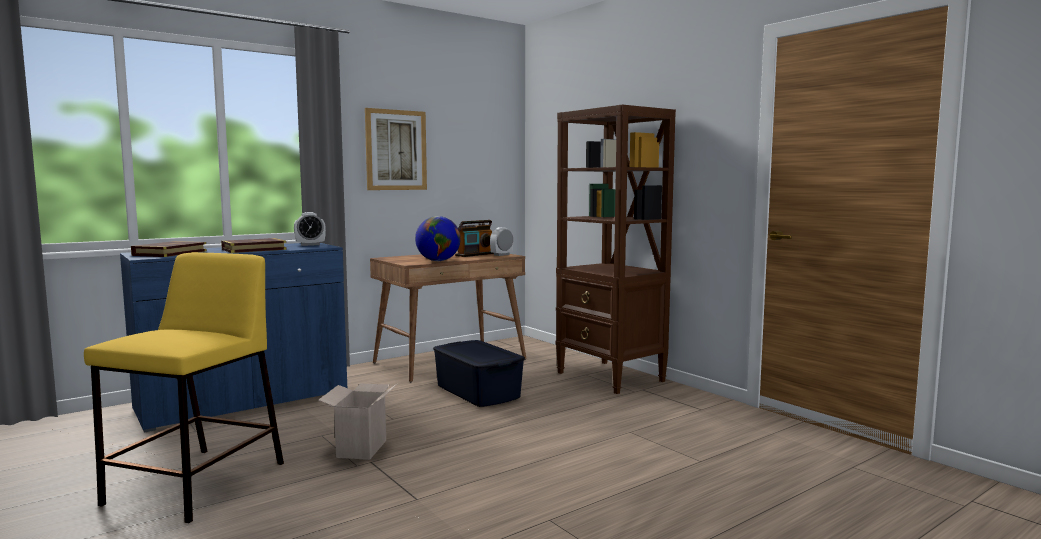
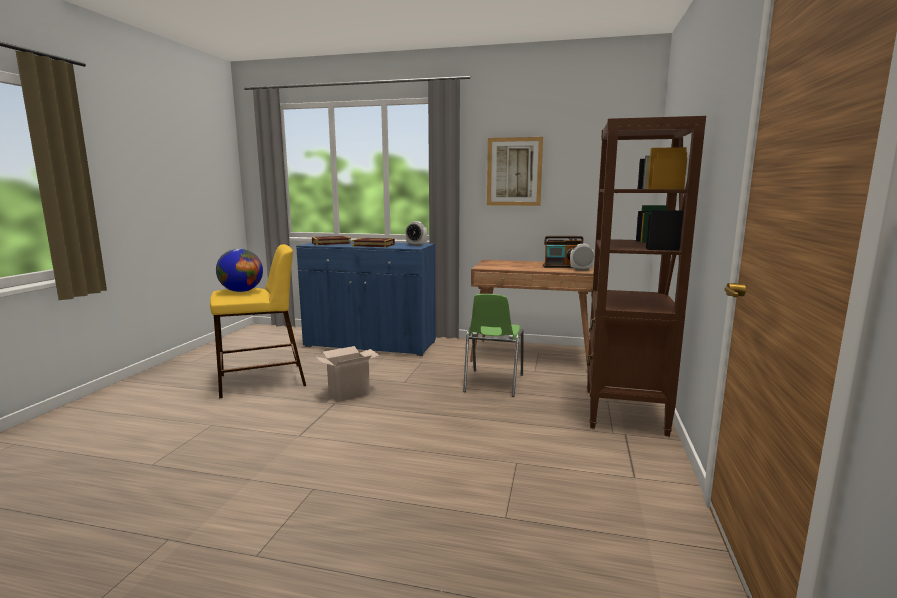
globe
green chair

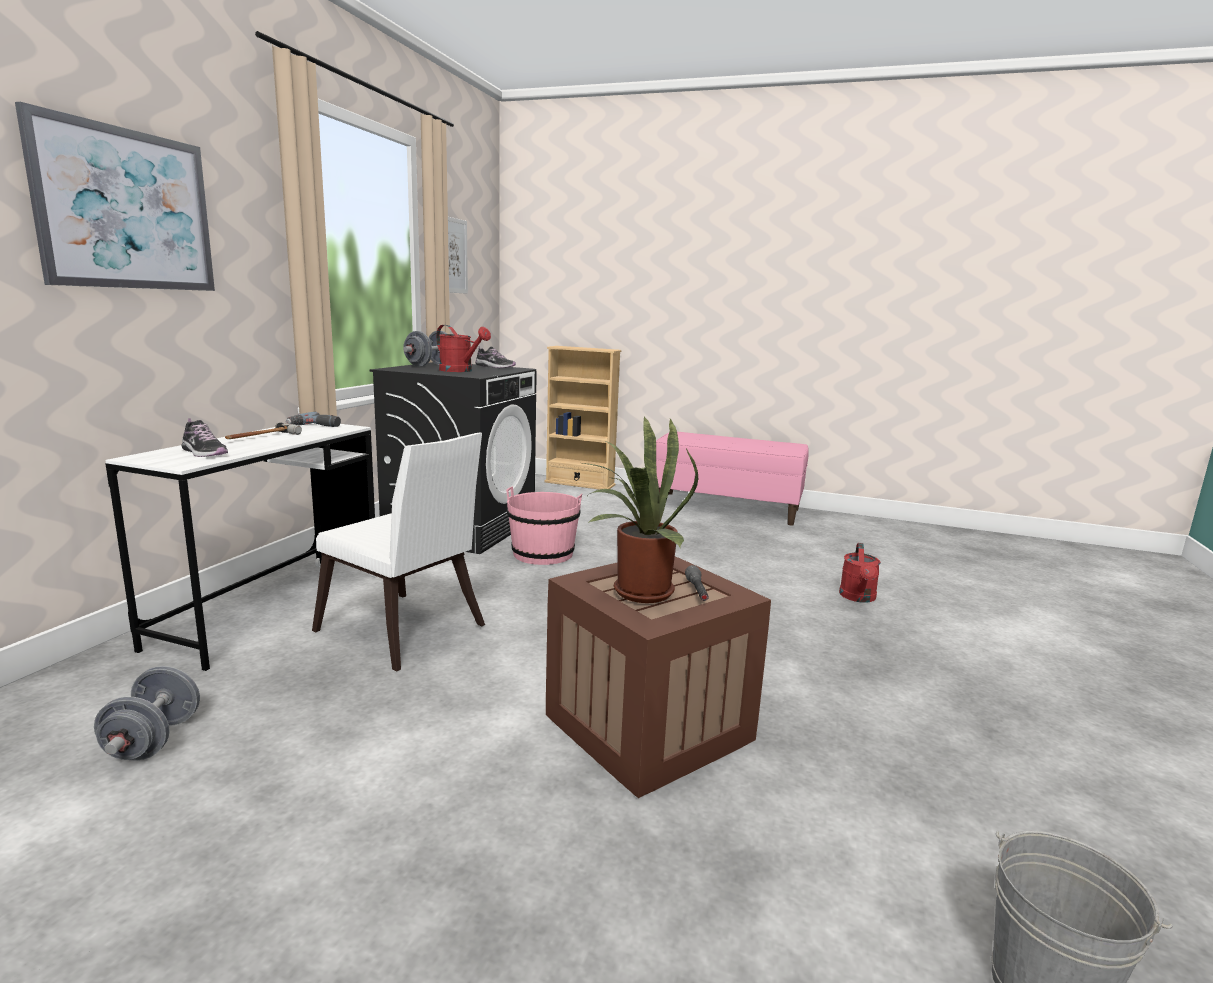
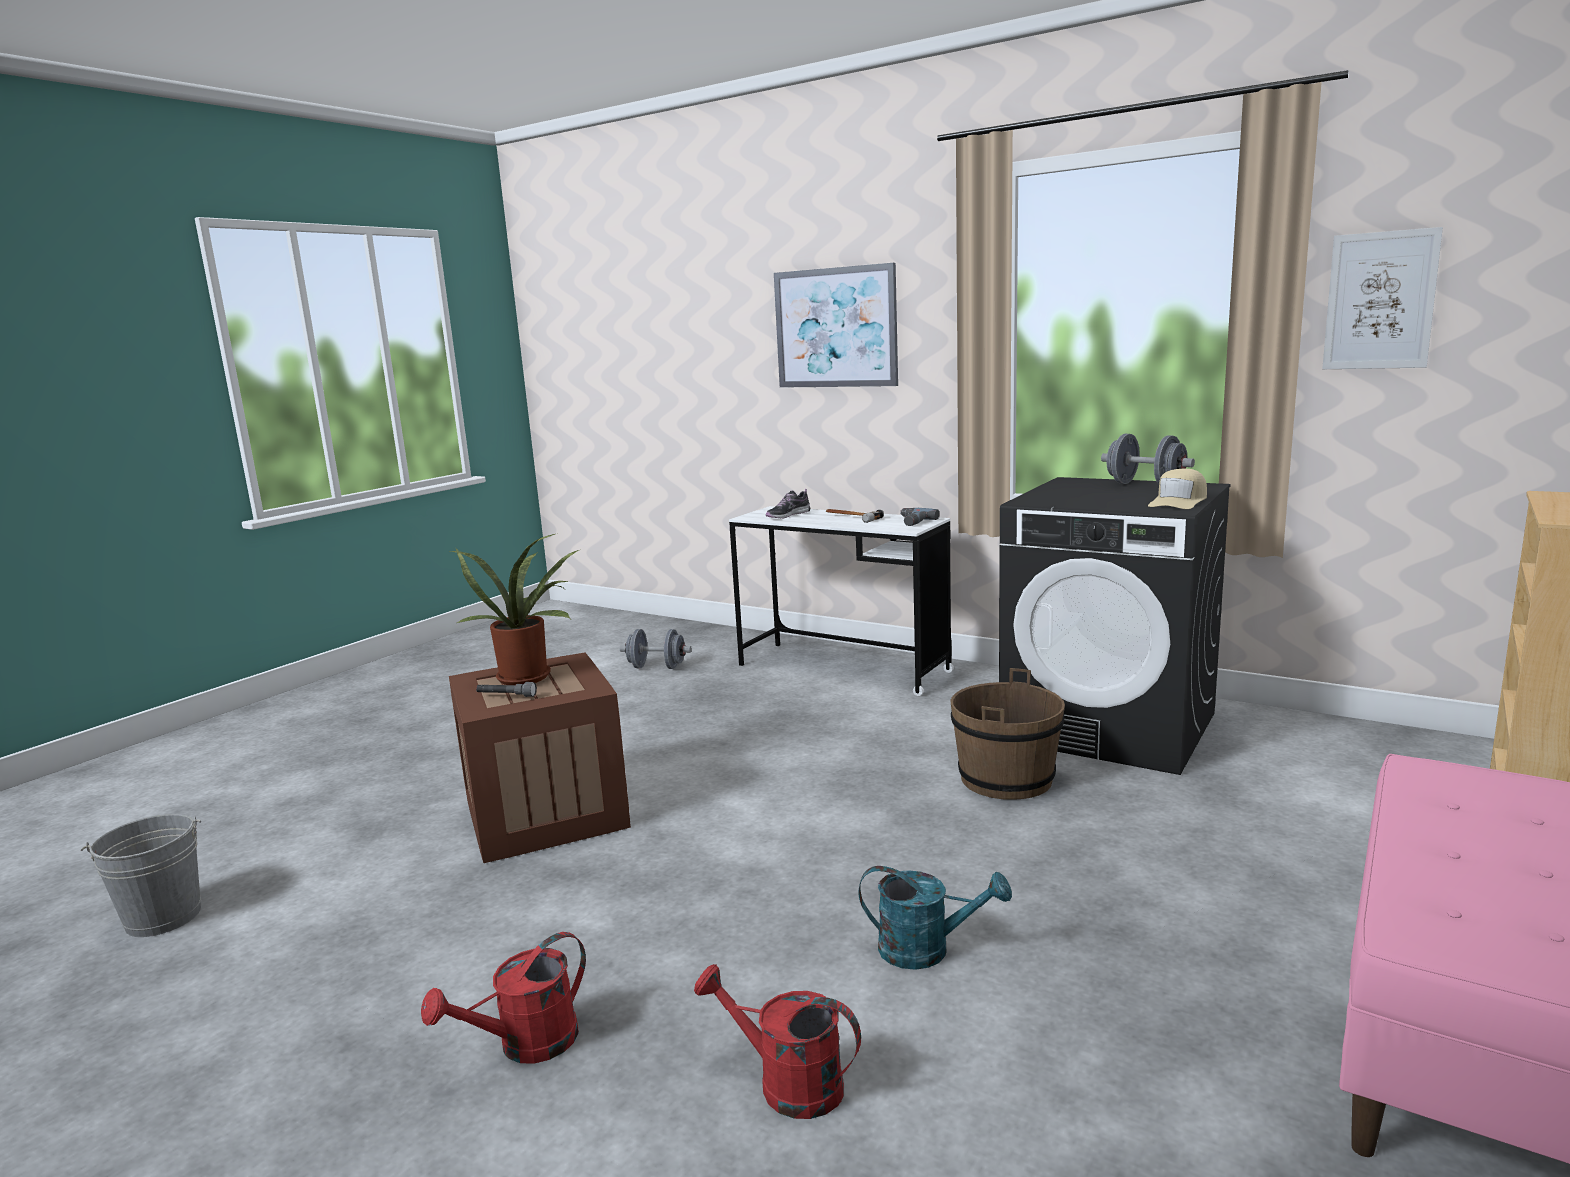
white chair
turquoise watering can
red watering can (1st from left)
beige cap
brown bucket

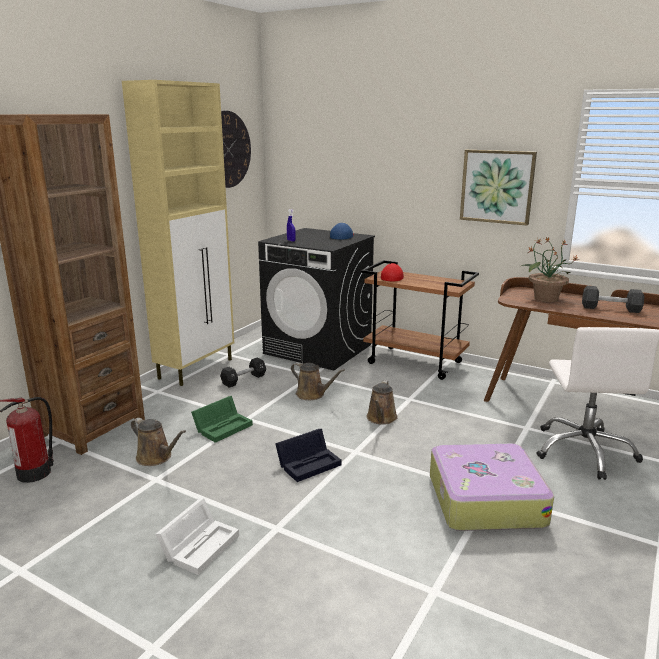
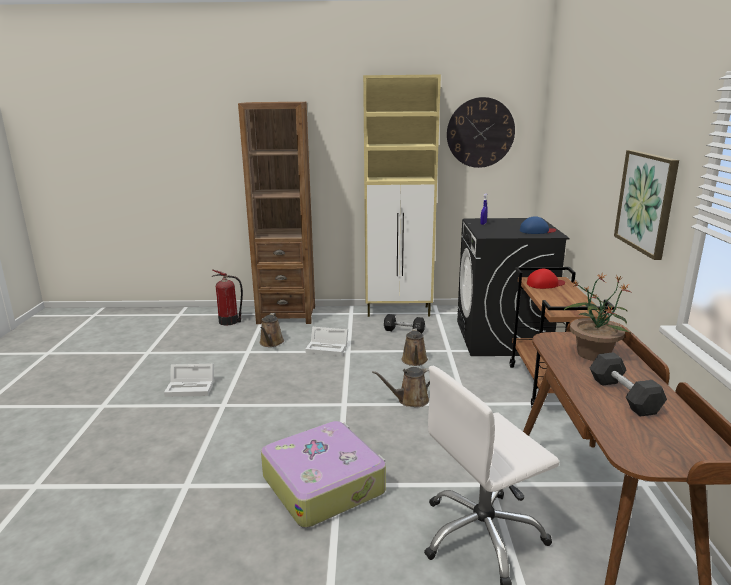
black storage box
white storage box (2nd from left)

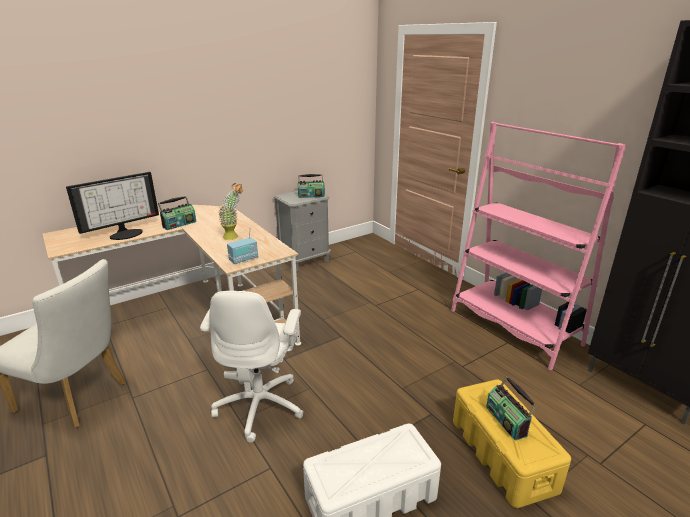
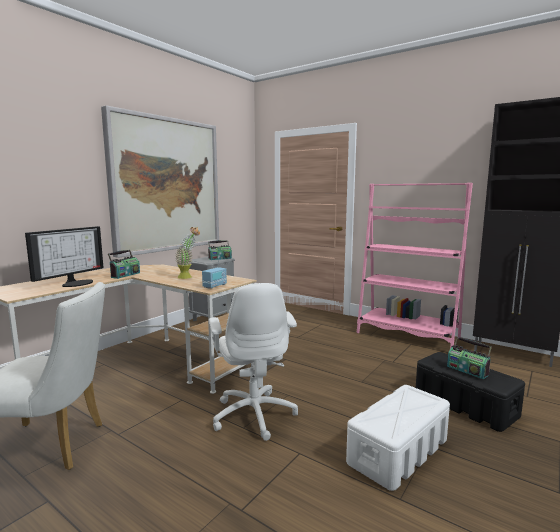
picture
black storage box

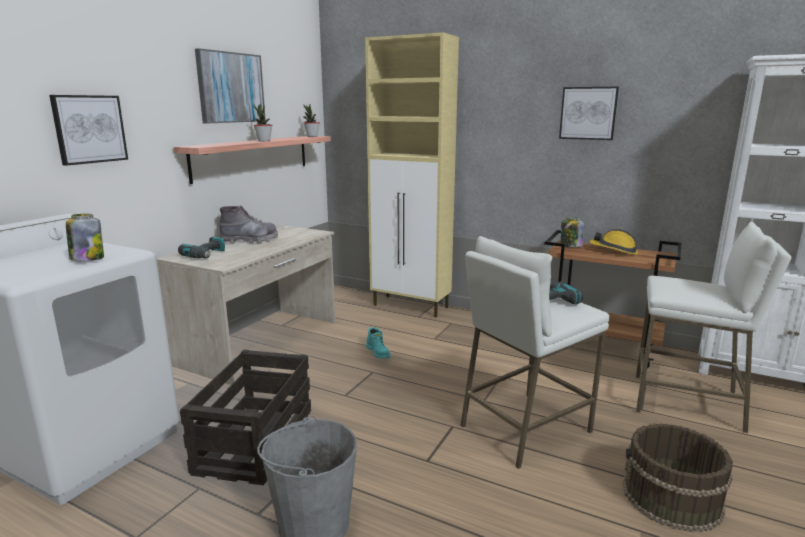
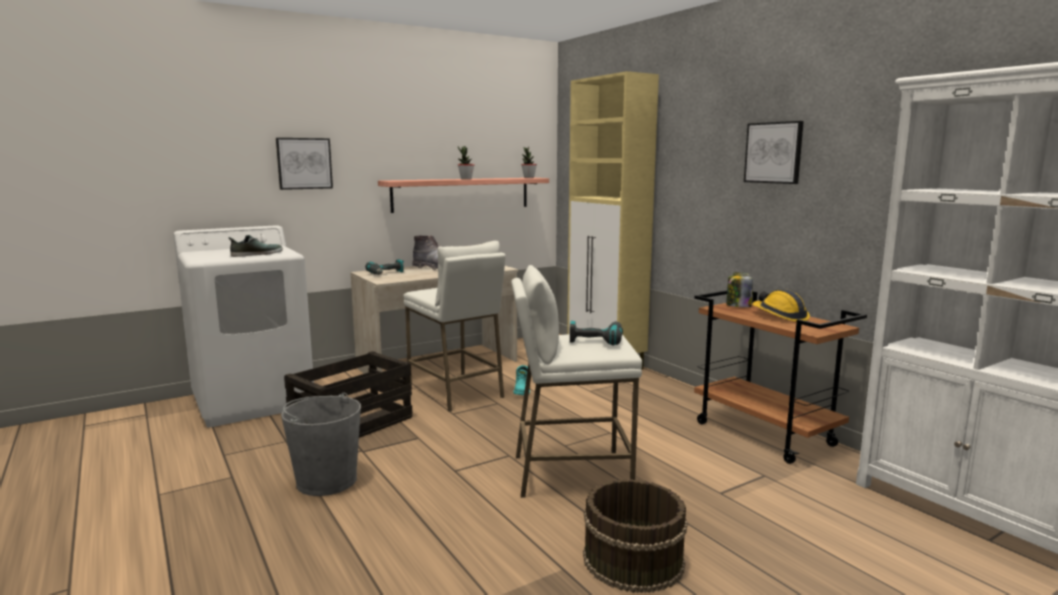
picture (2nd from left in the first image)
white stool (1st from left)
shoe

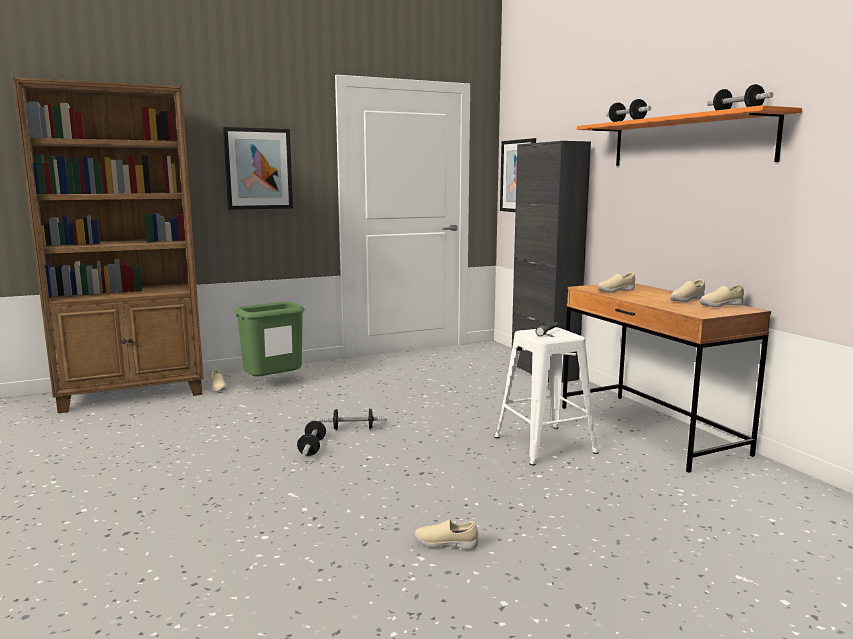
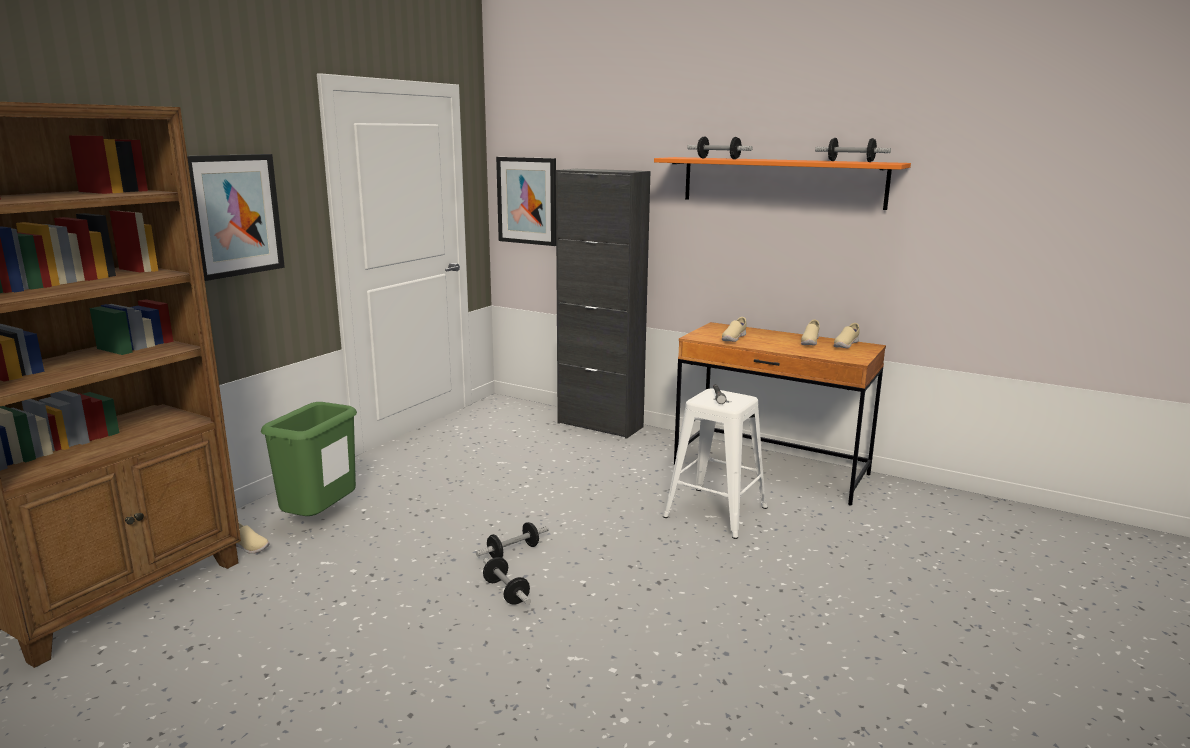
beige shoe (2nd from left in the first image)

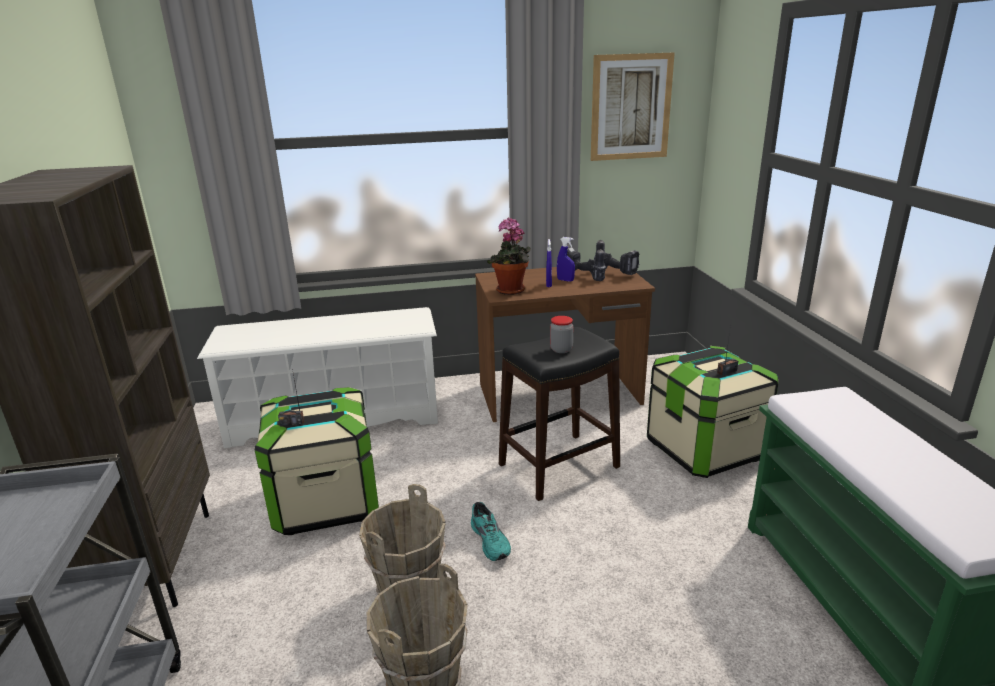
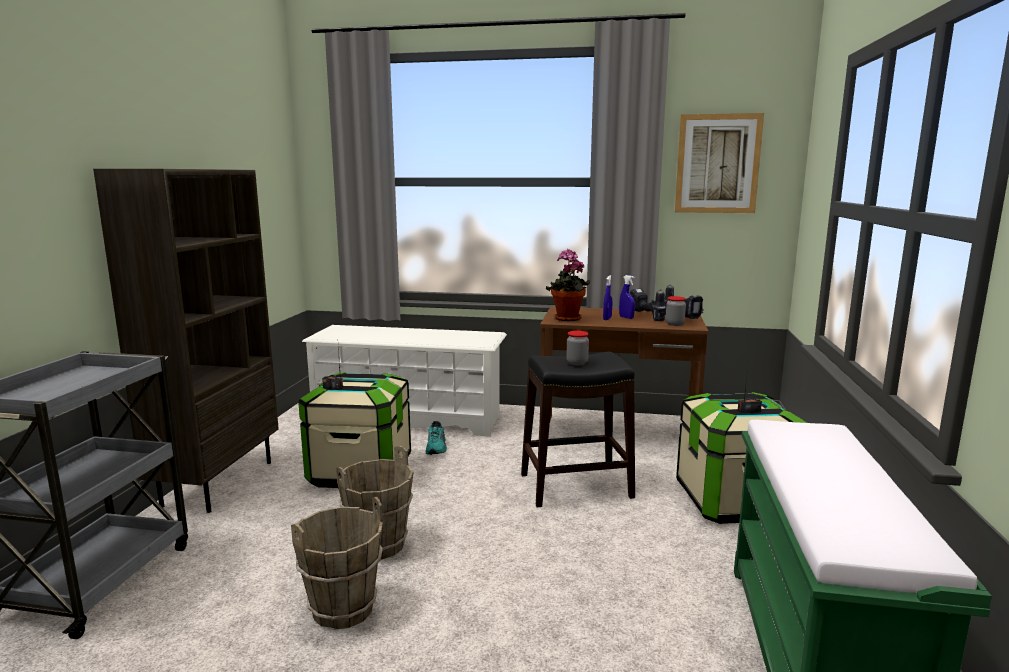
jar (2nd from left)
turquoise shoe

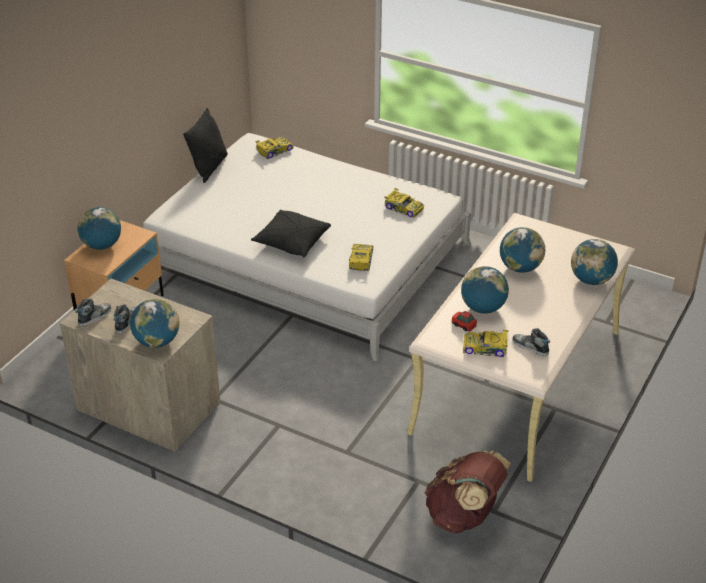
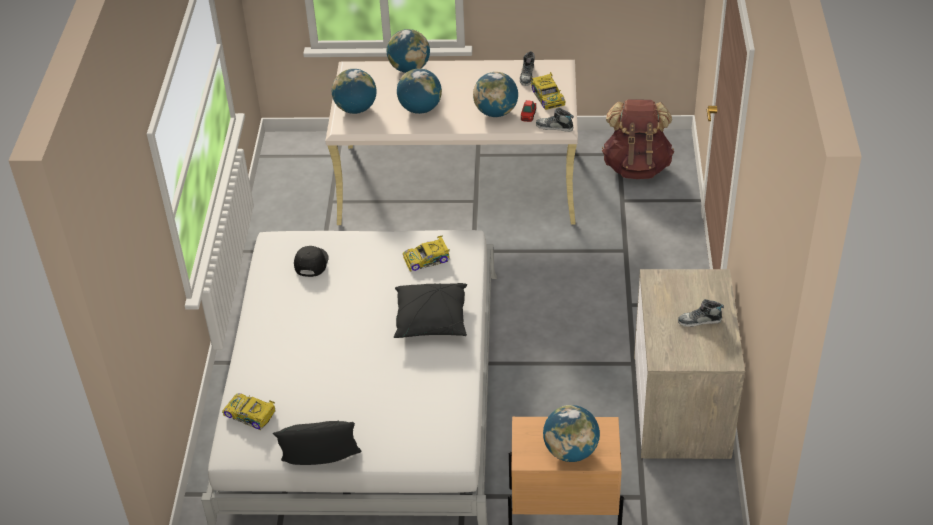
shoe (2nd from left)
globe (1st from left)
black cap

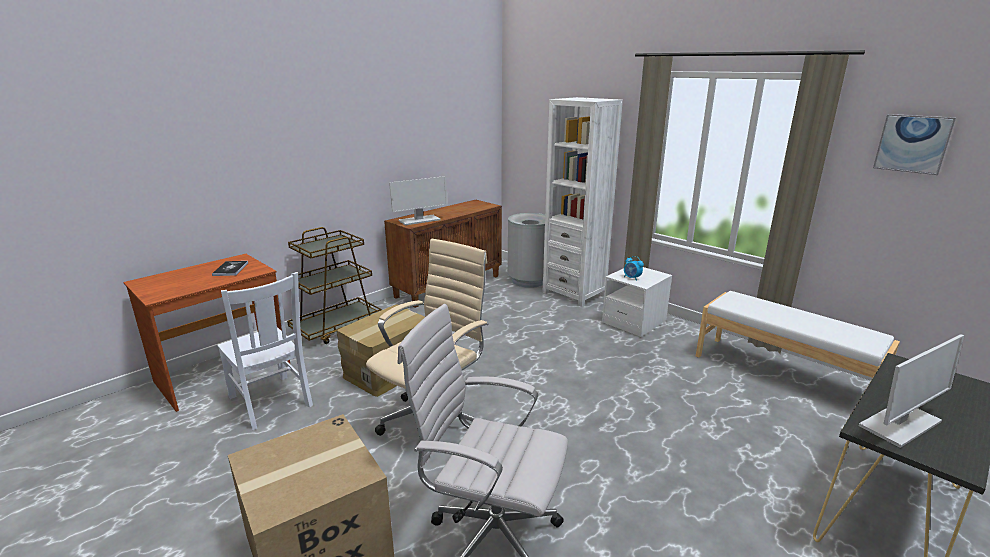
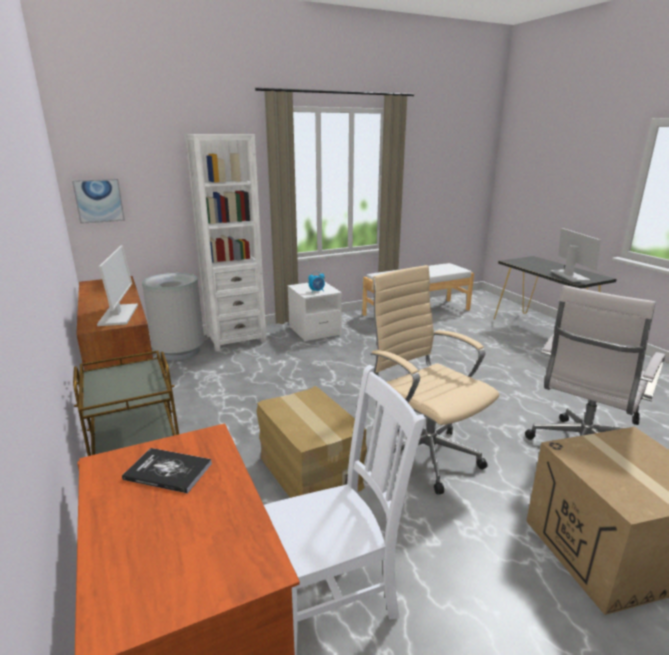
picture

